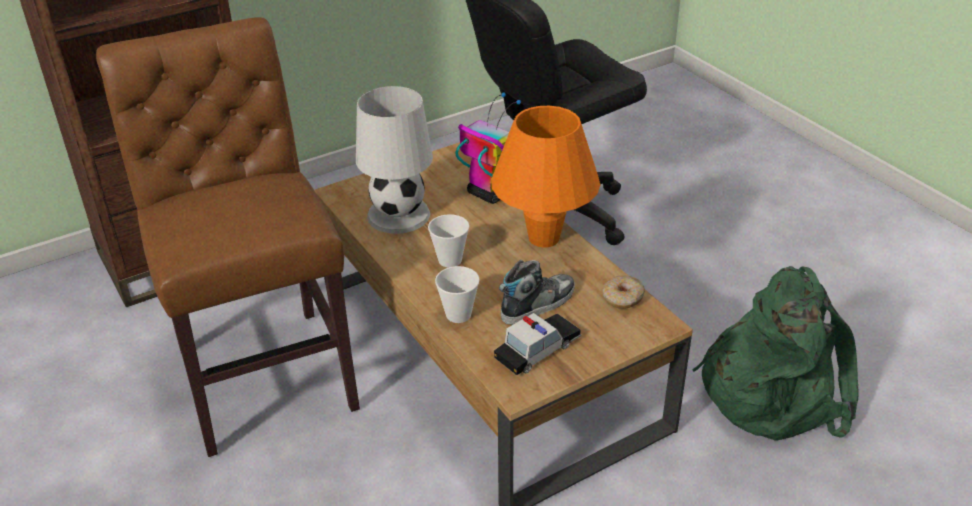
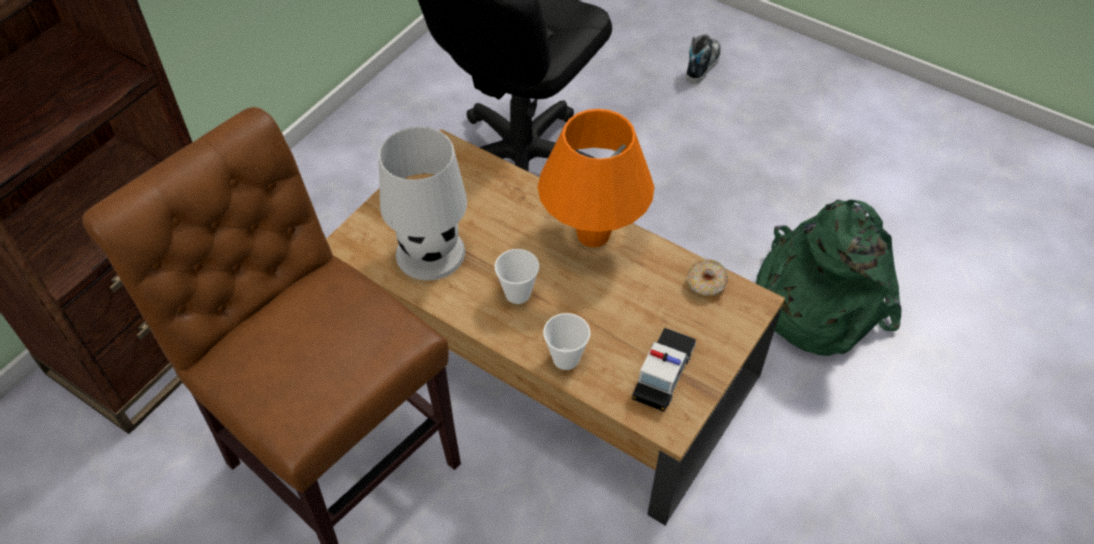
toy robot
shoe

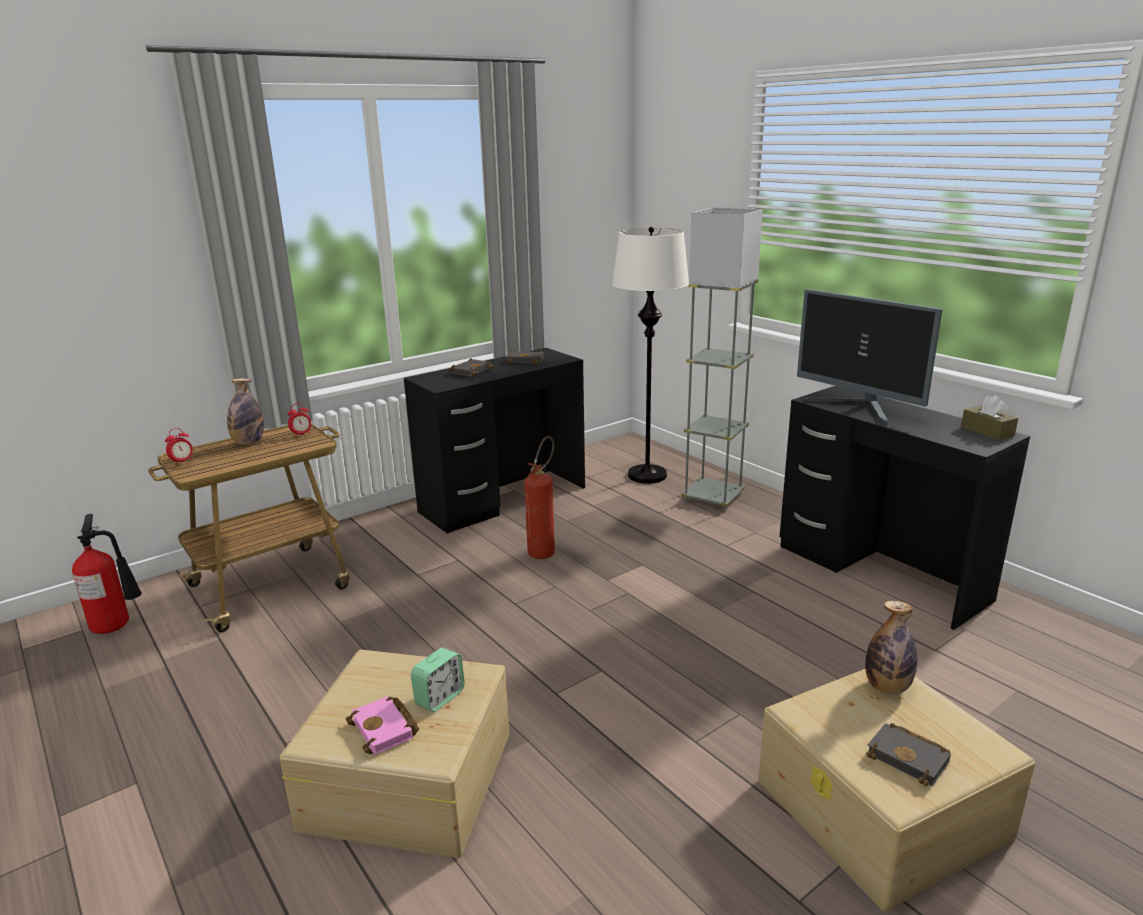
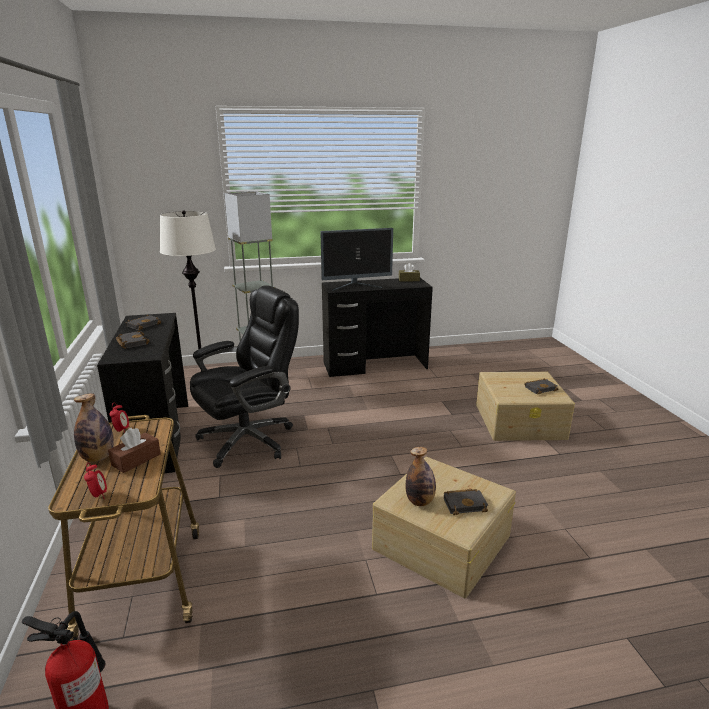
alarm clock (3rd from left in the first image)
brown tissue box (1st from left)
bottle (2nd from left)
black office chair
black book (3rd from left)

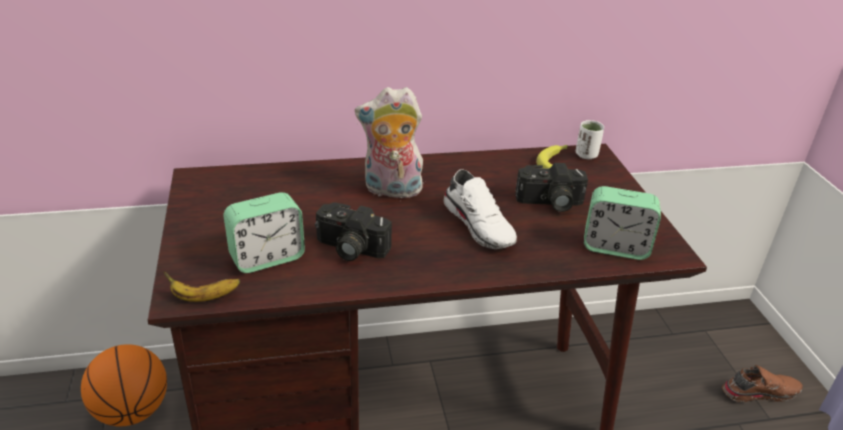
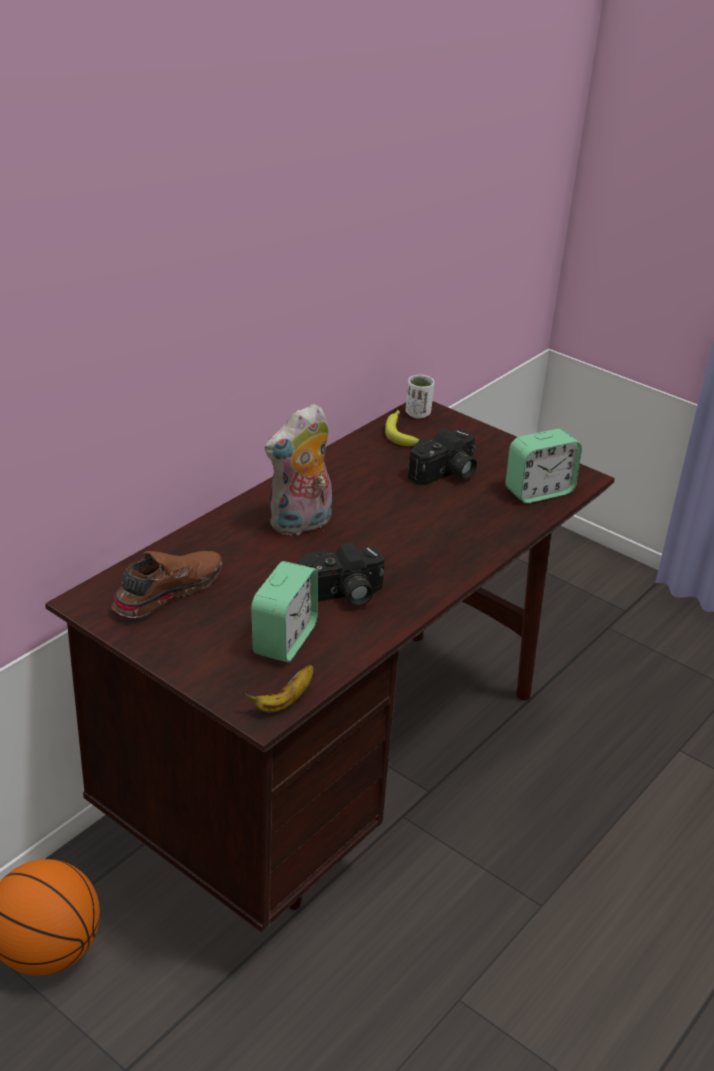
white shoe
brown shoe

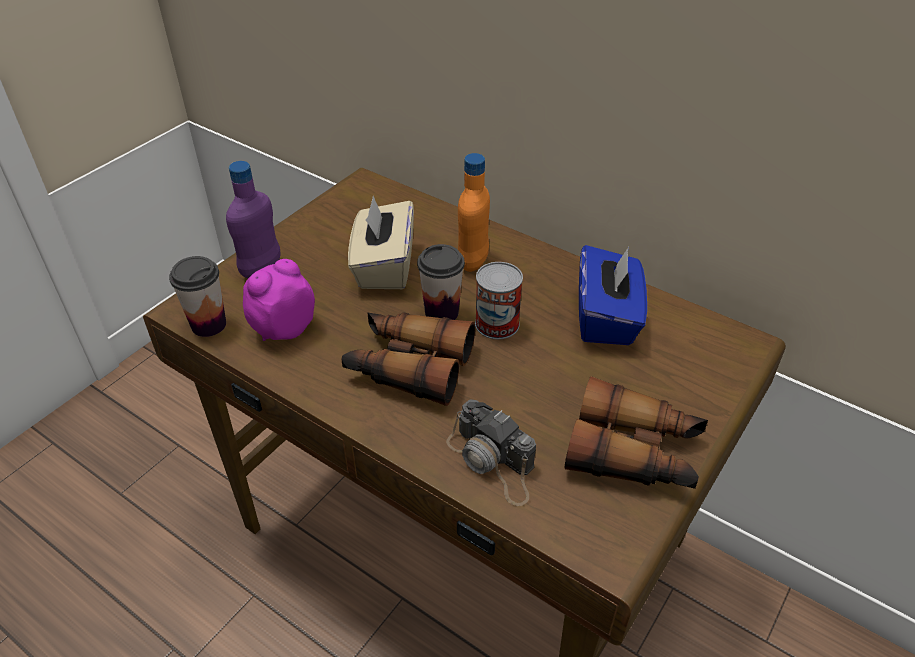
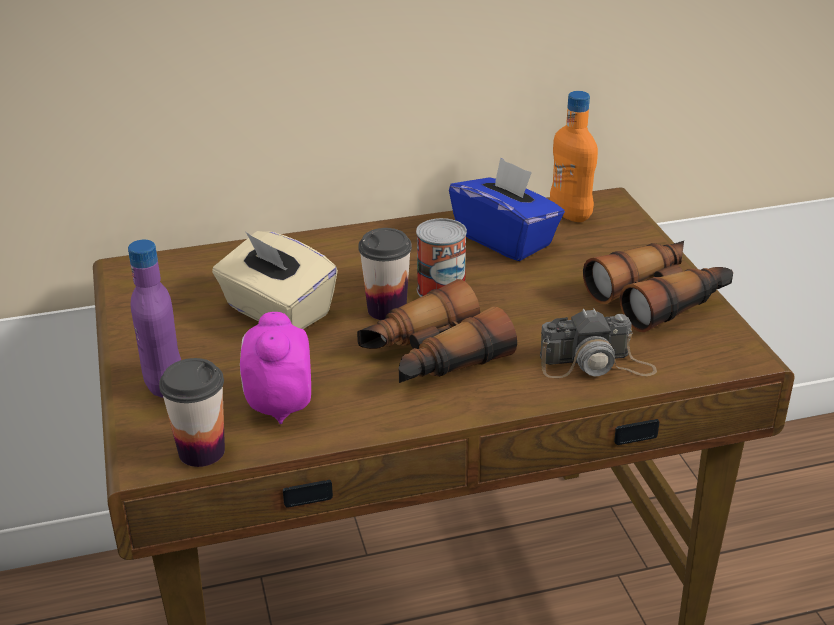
orange bottle

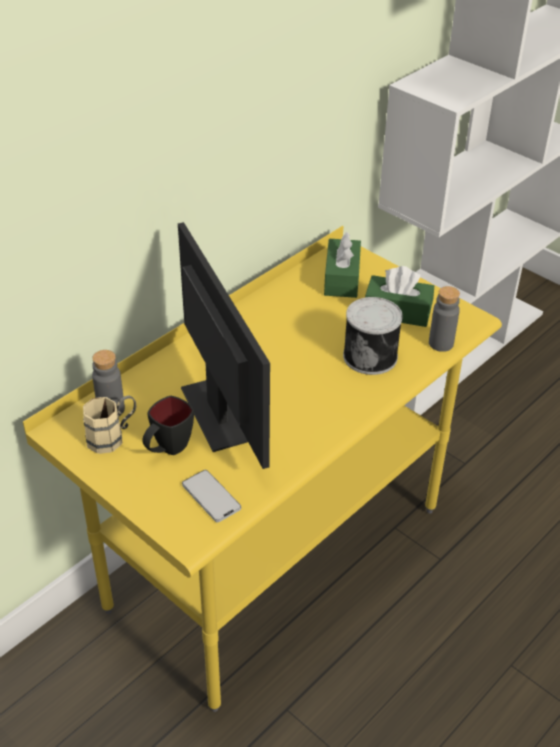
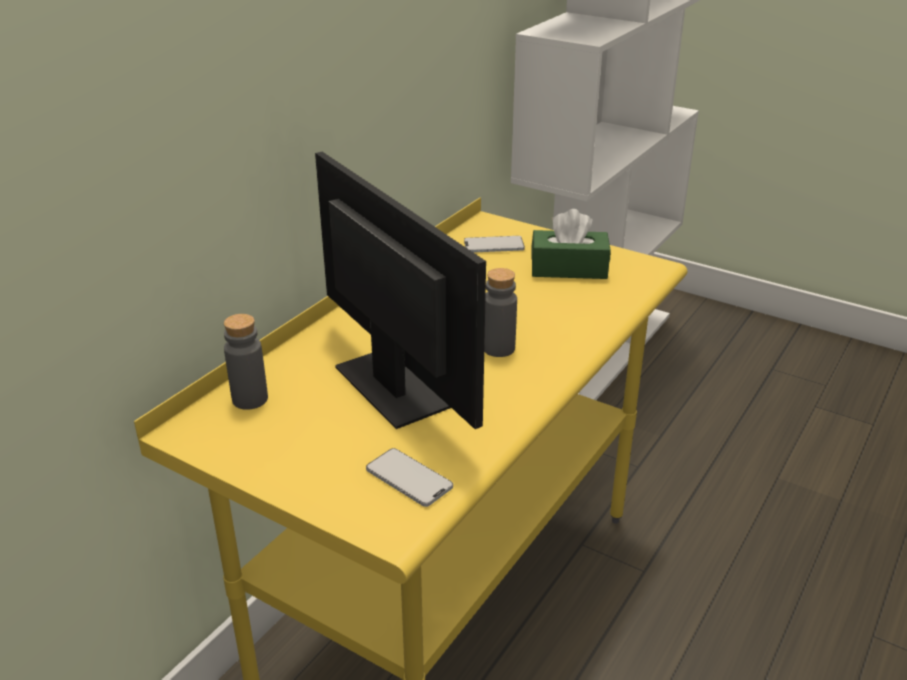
beige mug
black mug
can
grey bottle (2nd from left)
phone (2nd from left)

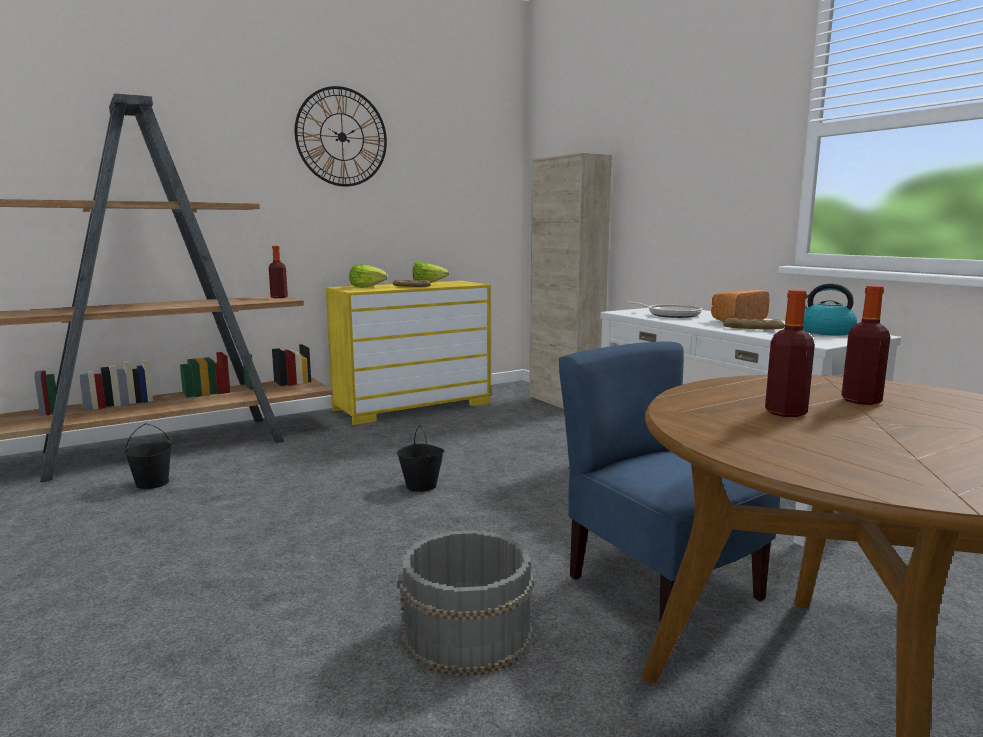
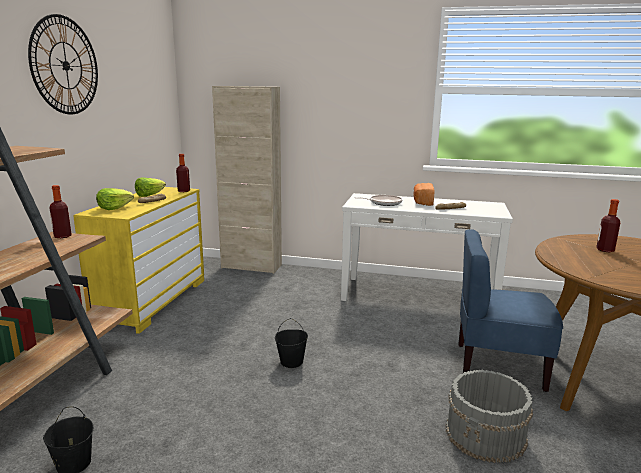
kettle
bottle (2nd from left)

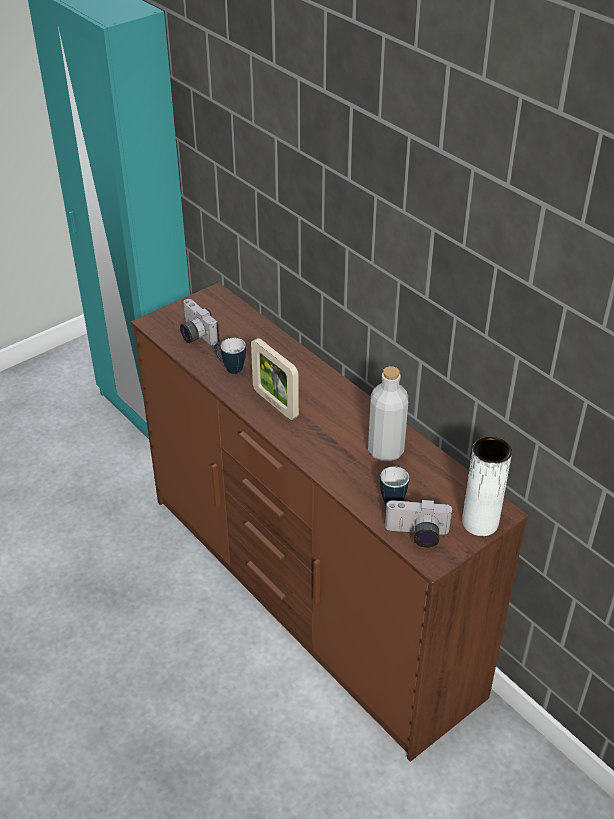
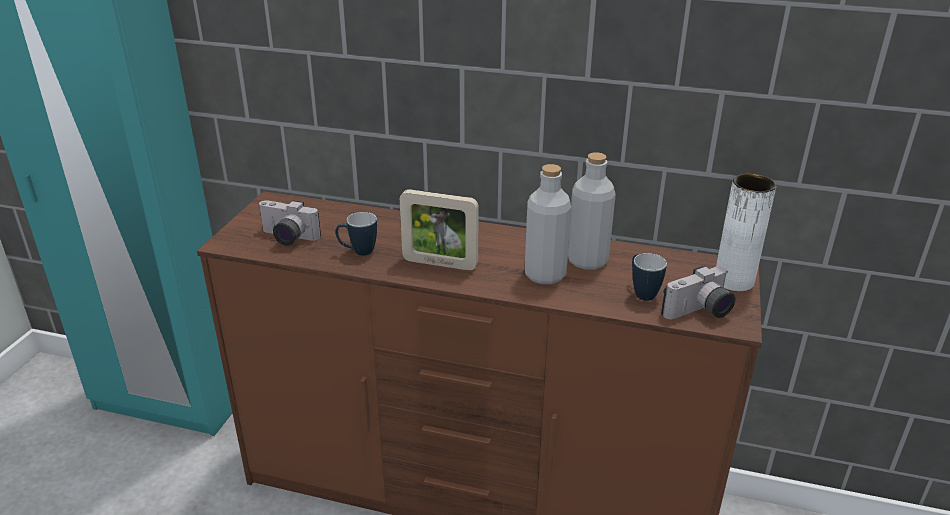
grey bottle (1st from left)

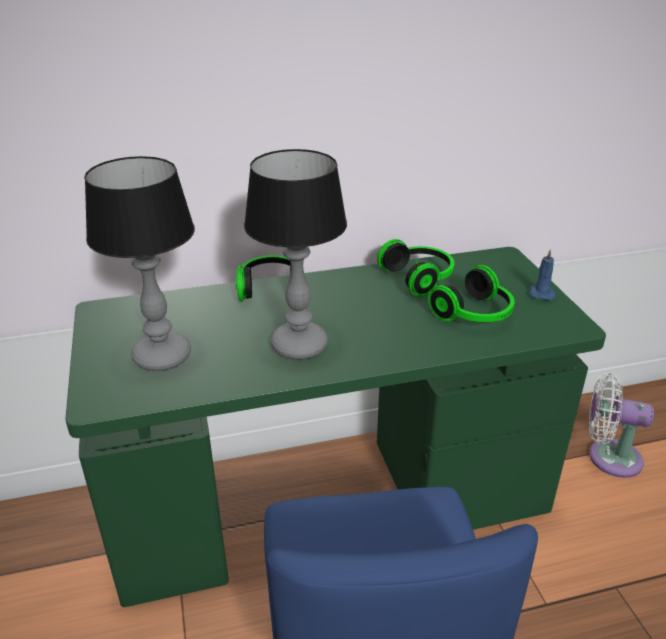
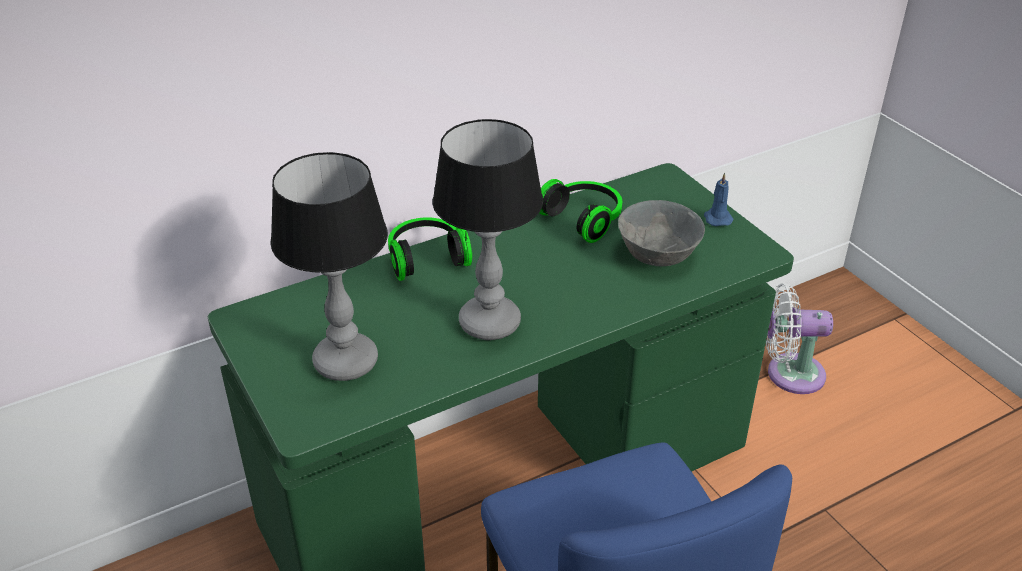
grey bowl

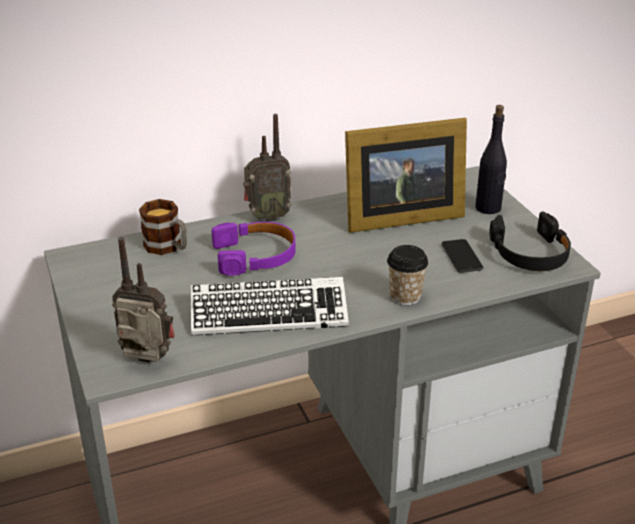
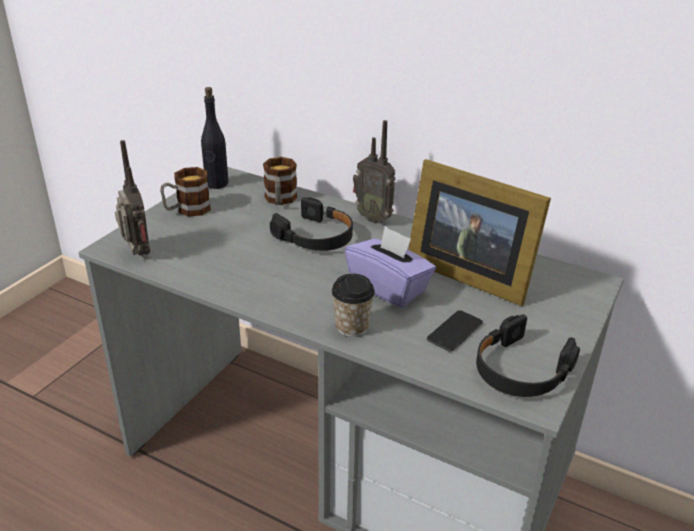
keyboard
mug (1st from left)
purple tissue box
black bottle
black headphones (1st from left)

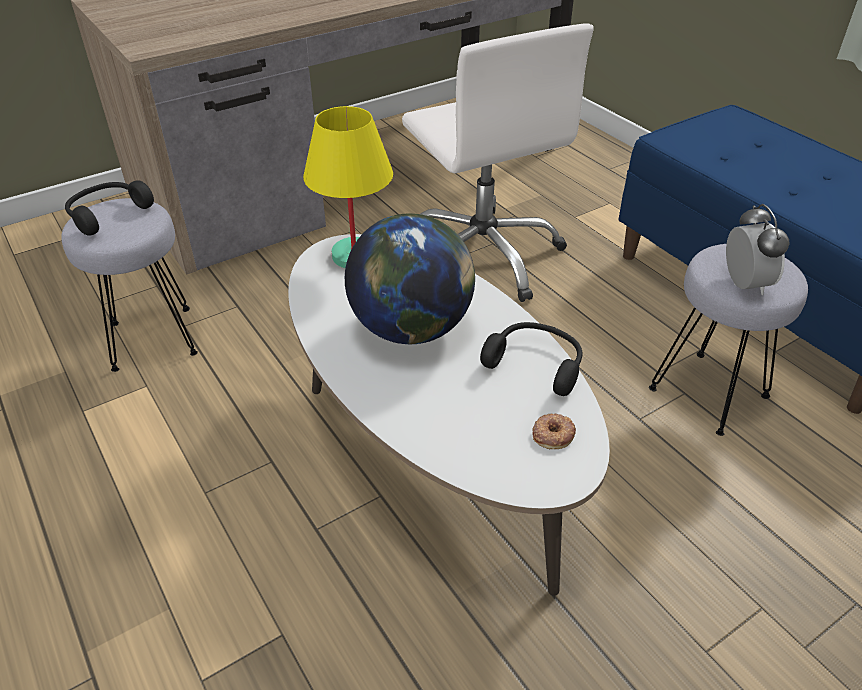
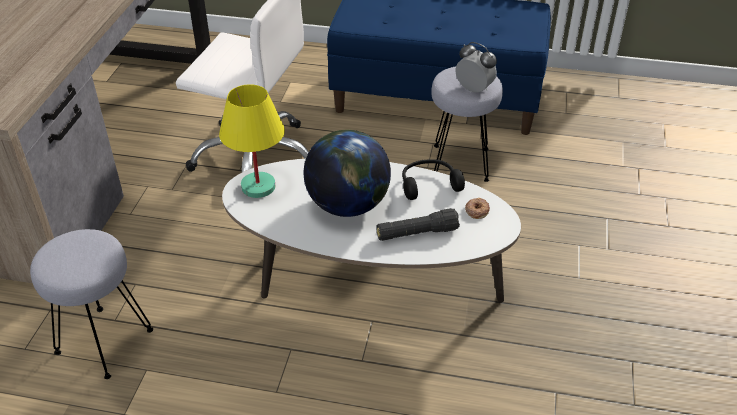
black headphones (1st from left in the first image)
black flashlight

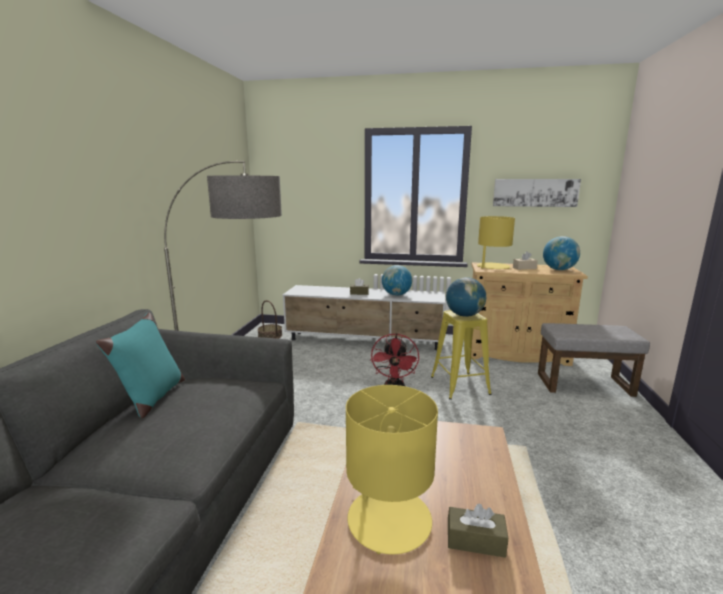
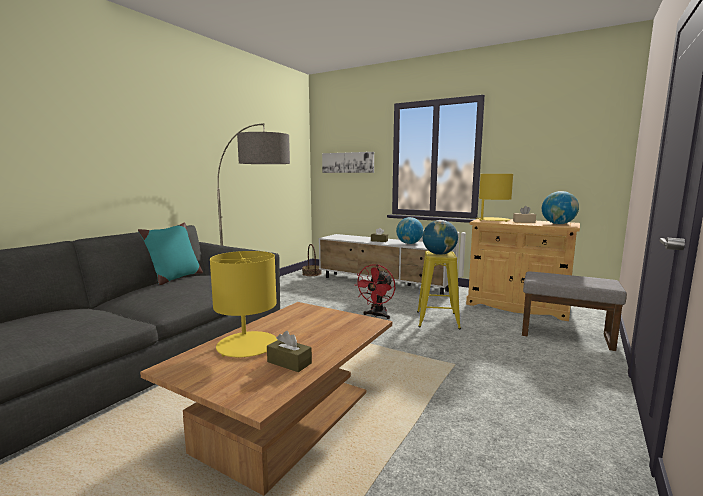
picture

